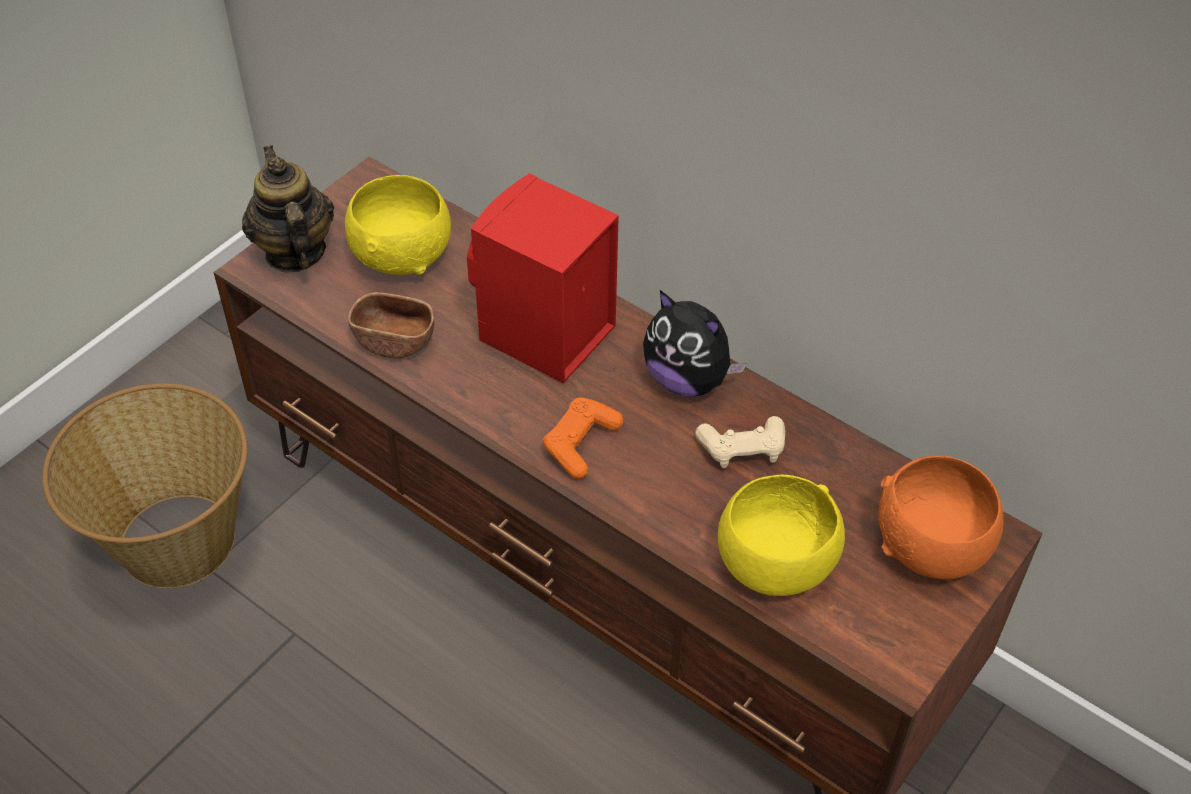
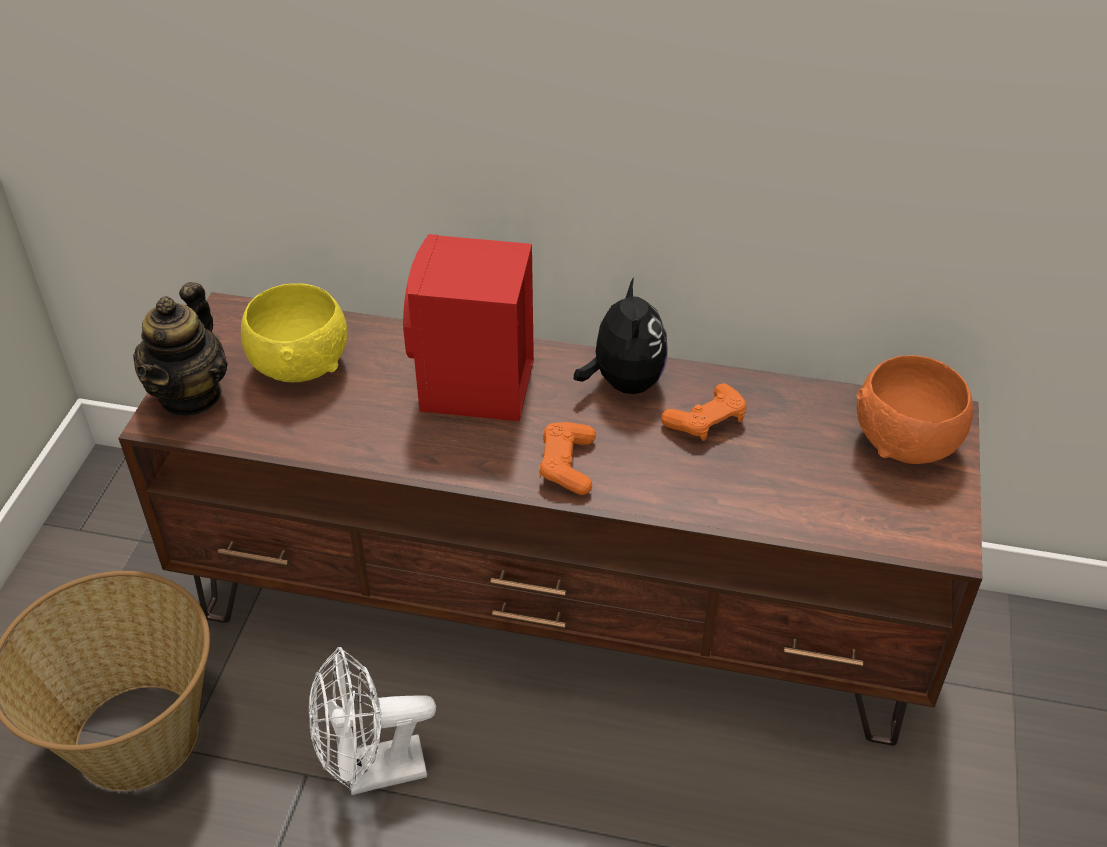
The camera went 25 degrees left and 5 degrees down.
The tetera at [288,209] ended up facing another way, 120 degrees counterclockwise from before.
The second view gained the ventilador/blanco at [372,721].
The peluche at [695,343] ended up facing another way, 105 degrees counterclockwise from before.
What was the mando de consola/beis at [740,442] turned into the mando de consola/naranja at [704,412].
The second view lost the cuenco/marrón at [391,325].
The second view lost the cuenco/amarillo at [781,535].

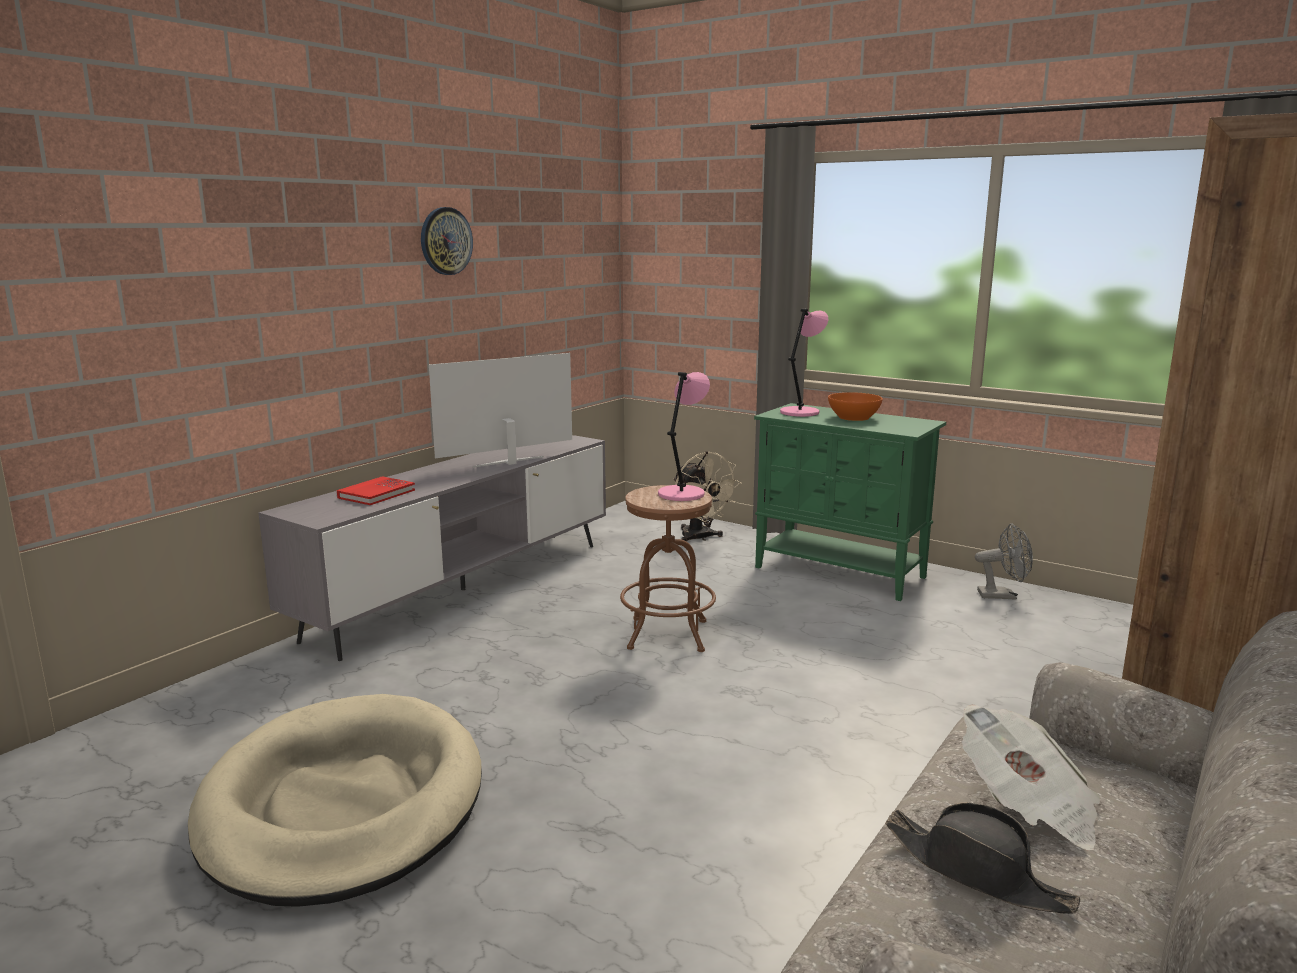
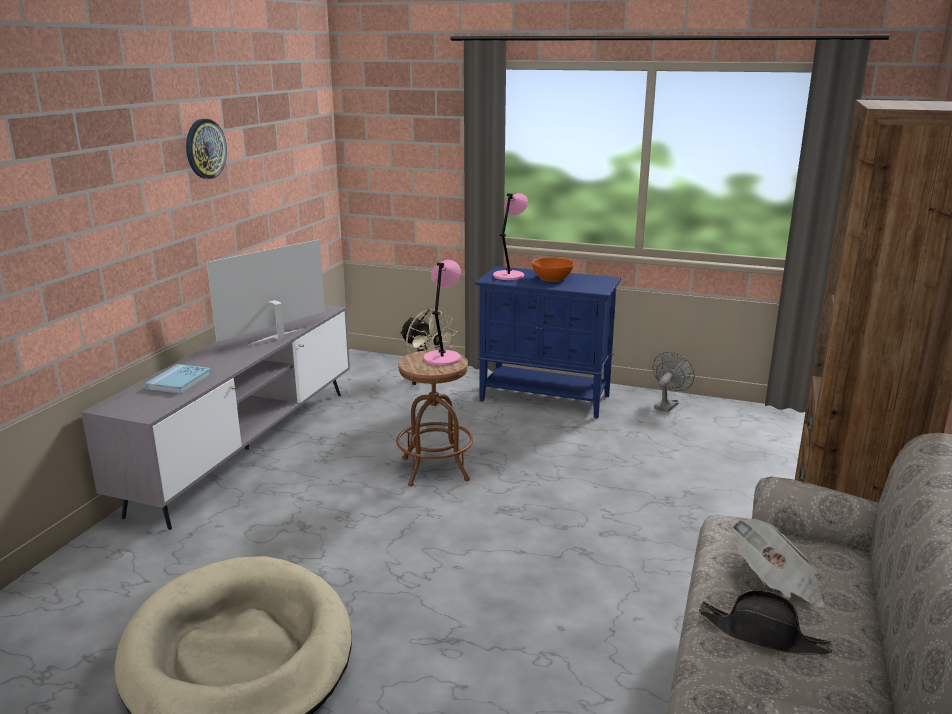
The camera went 15 degrees left and 5 degrees up.
What was the libro/rojo at [376,490] turned into the libro/azul at [178,379].
What was the armario/verde at [850,502] turned into the armario/azul at [548,342].
The ventilador/gris at [1004,561] ended up facing another way, 45 degrees counterclockwise from before.

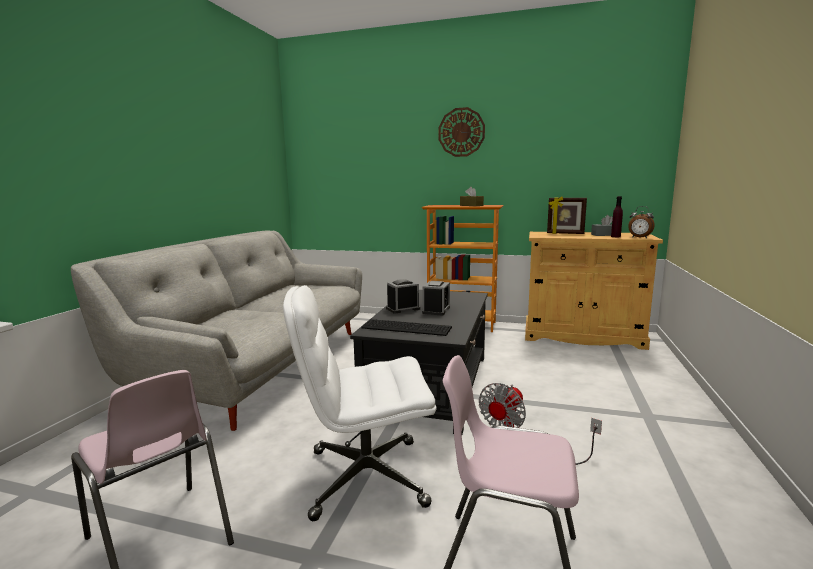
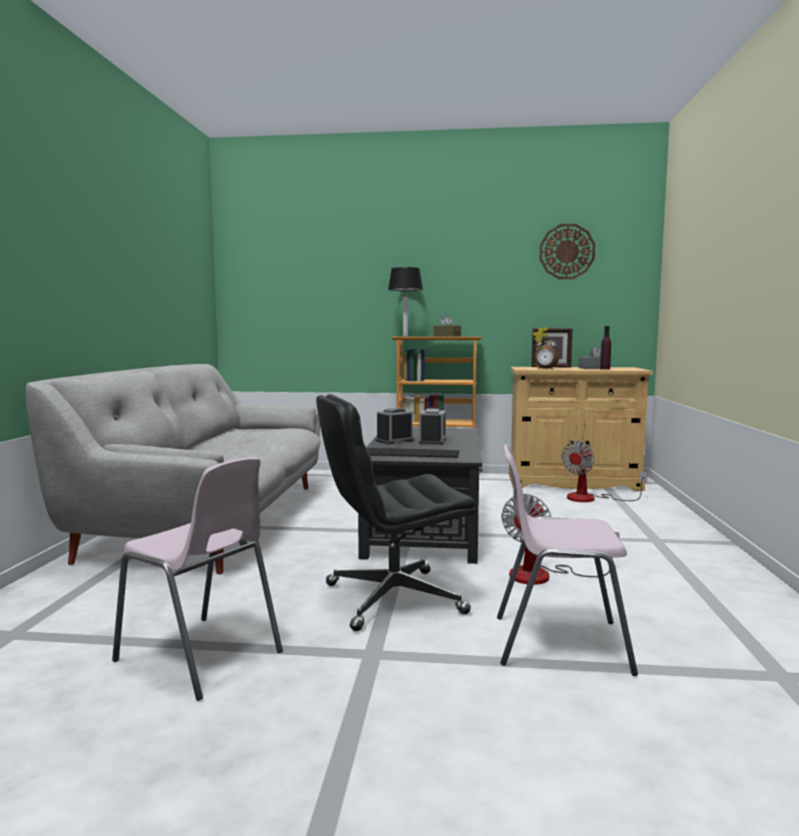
The camera went 10 degrees left and 5 degrees down.
What was the silla de oficina/blanco at [360,403] turned into the silla de oficina/negro at [396,512].
The second view gained the lámpara de mesa at [405,302].
The despertador ended up elsewhere, having gone from [641,222] to [547,352].
The reloj de pared ended up elsewhere, having gone from [462,132] to [567,251].
The second view gained the ventilador at [604,471].

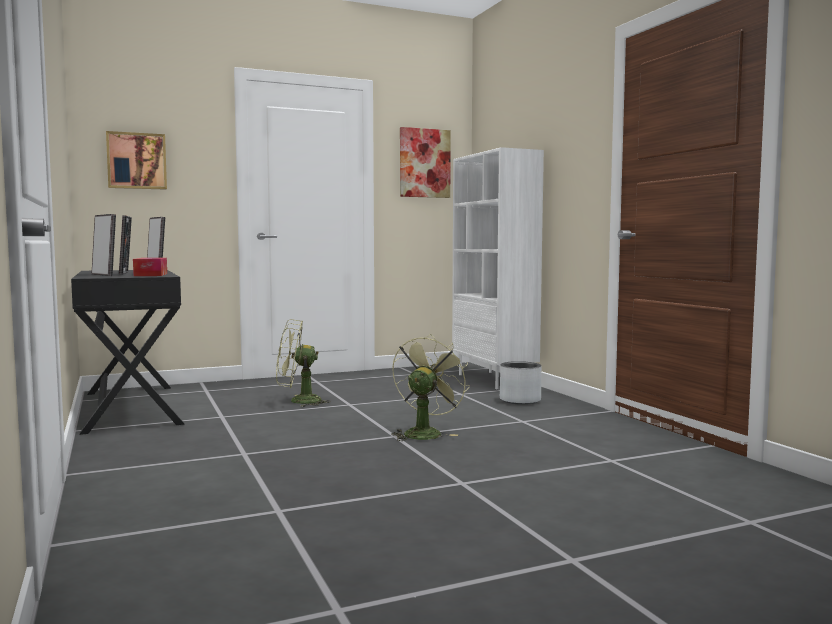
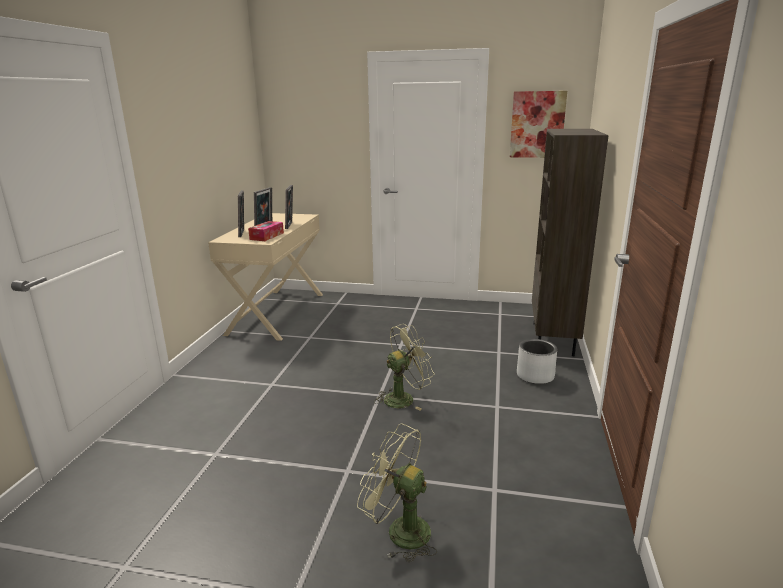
The camera went 35 degrees right and 15 degrees up.
What was the escritorio/negro at [128,352] turned into the escritorio/beis at [265,277].
The ventilador/verde ended up elsewhere, having gone from [303,363] to [397,493].
What was the estantería/blanco at [498,268] turned into the estantería/marrón at [570,242].
The second view lost the cuadro at [136,160].

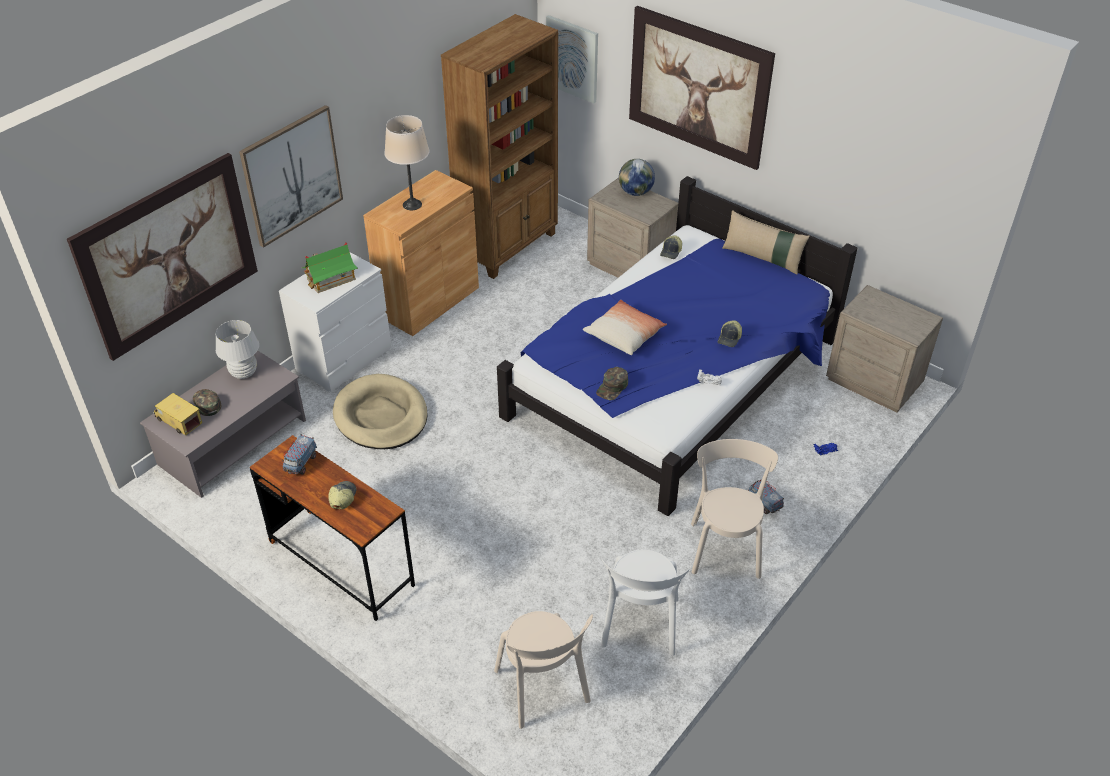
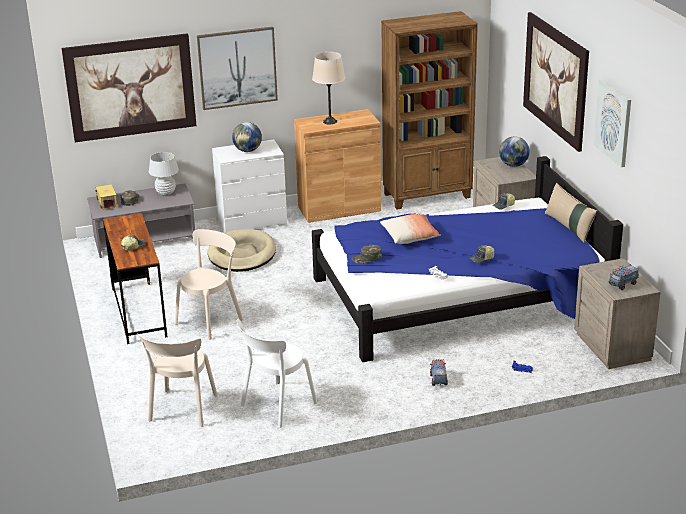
The camera went 35 degrees right and 15 degrees down.
The silla/beis ended up elsewhere, having gone from [734,509] to [209,284].
Where the casita stood at [330,267], the globo terráqueo came to stand at [247,137].
The cuadro ended up elsewhere, having gone from [572,59] to [612,123].
The camión de juguete ended up elsewhere, having gone from [299,454] to [624,277].

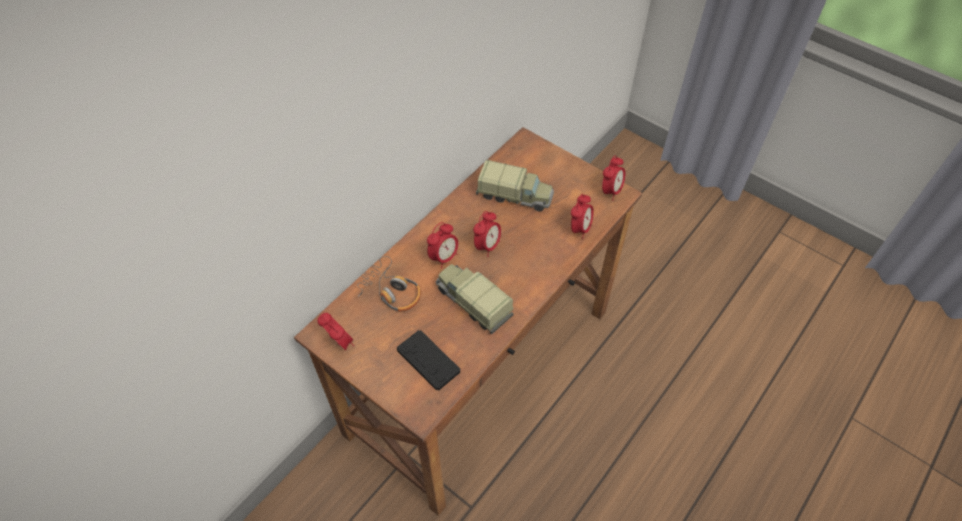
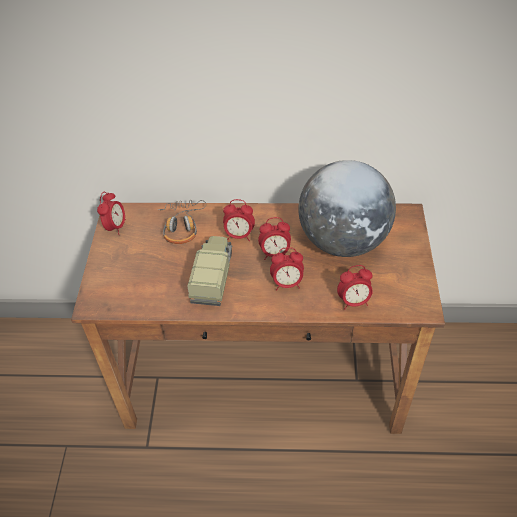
The camera went 55 degrees right and 5 degrees down.
The despertador ended up elsewhere, having gone from [614,178] to [287,268].
Where the camión de juguete stood at [515,185], the globo terráqueo came to stand at [347,208].
The second view lost the mando de consola/negro at [428,360].

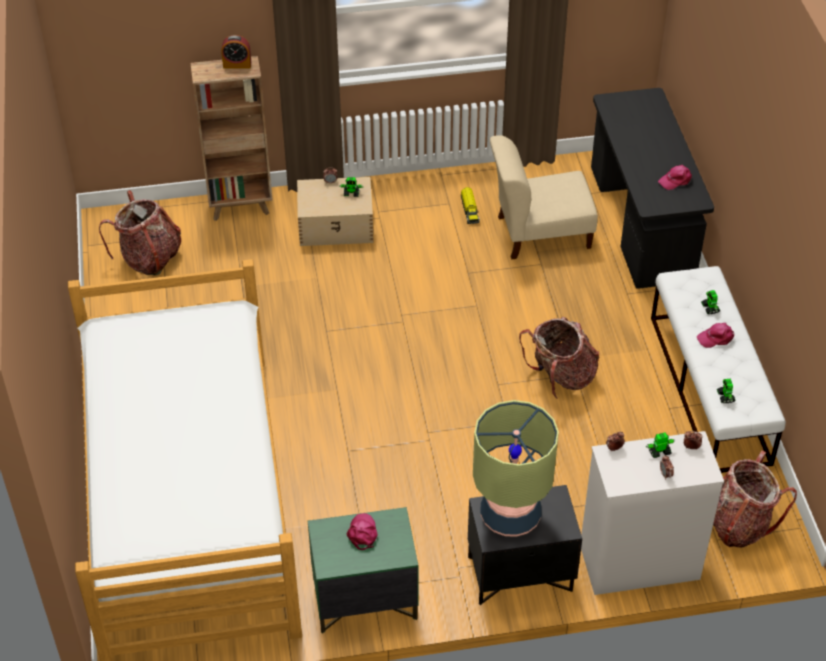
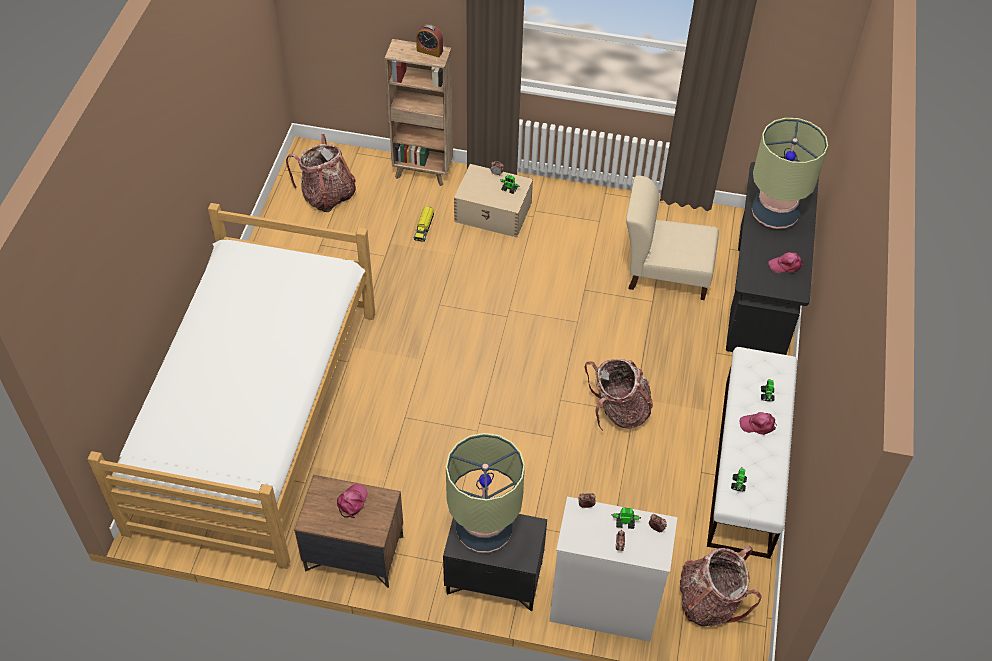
The camera went 20 degrees right and 5 degrees up.
What was the mesita de noche/verde at [363,570] turned into the mesita de noche/marrón at [348,531].
The camión de juguete ended up elsewhere, having gone from [470,205] to [424,224].
The second view gained the lámpara de mesa at [790,173].

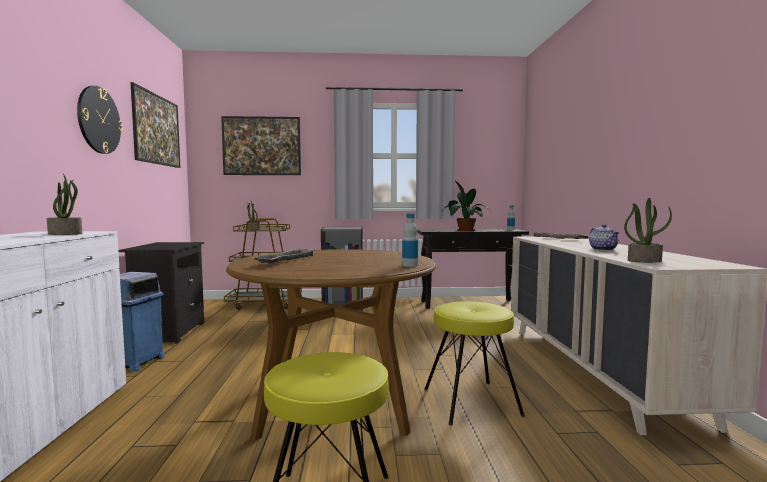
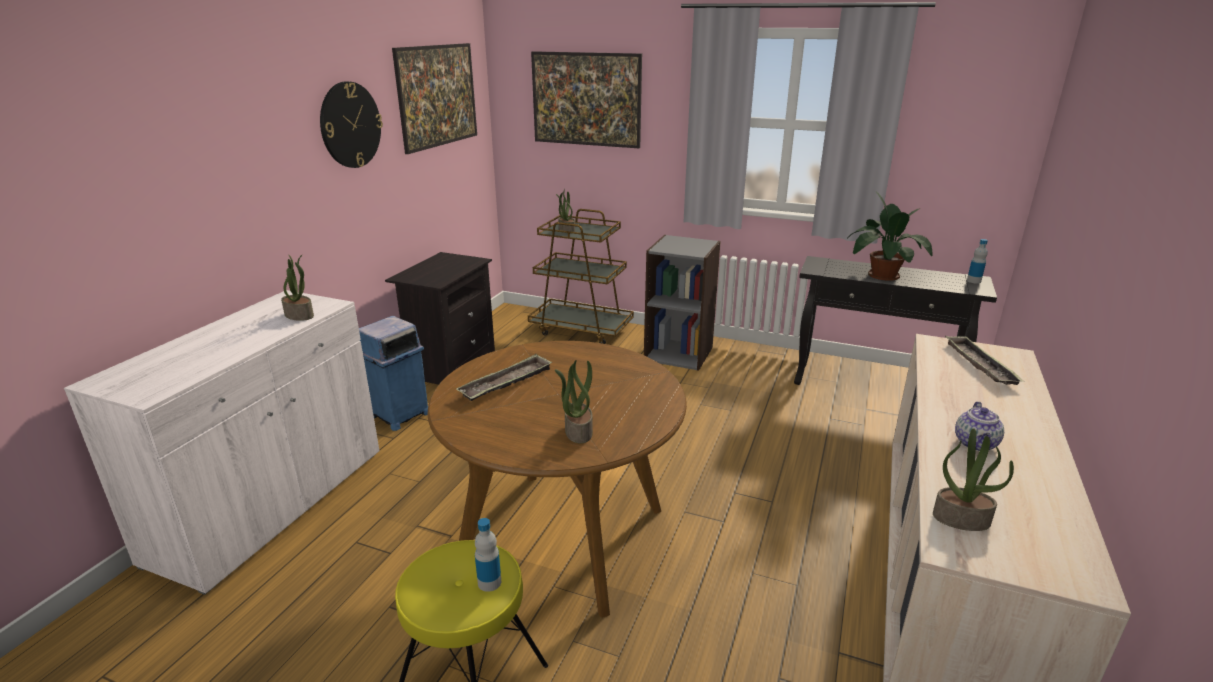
The camera went 25 degrees right and 20 degrees up.
The botella ended up elsewhere, having gone from [410,240] to [488,555].
The second view gained the planta en maceta at [574,402].
The second view lost the taburete/amarillo at [474,363].

